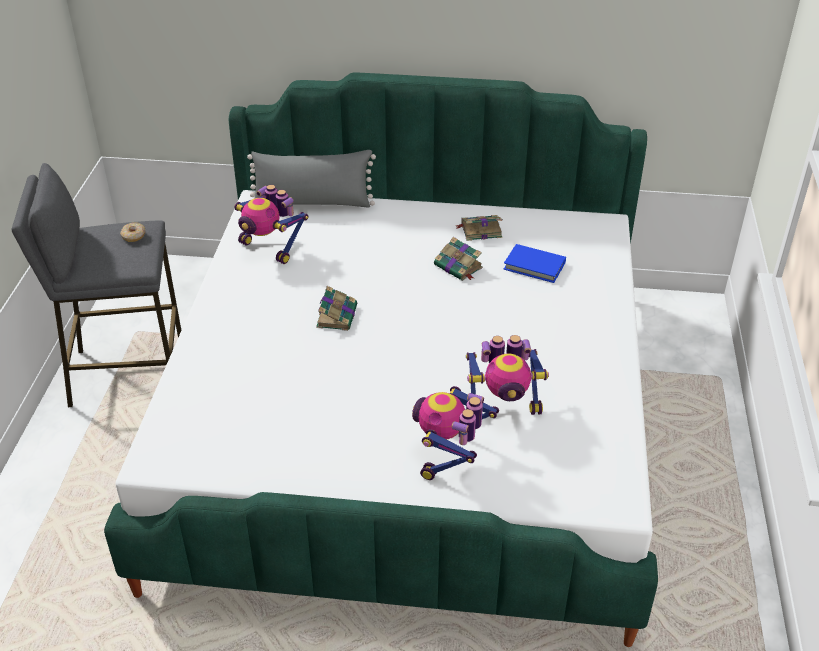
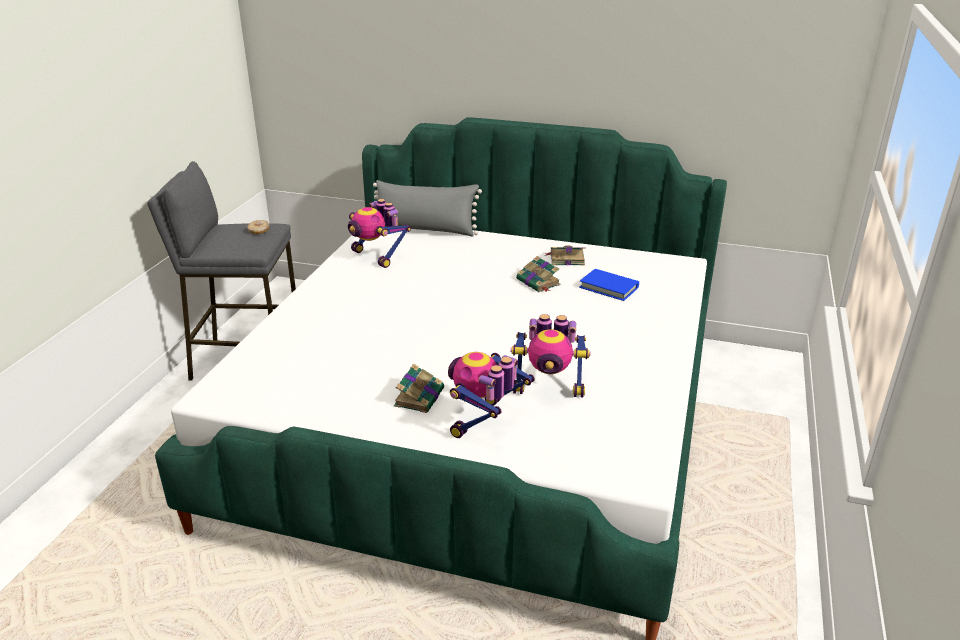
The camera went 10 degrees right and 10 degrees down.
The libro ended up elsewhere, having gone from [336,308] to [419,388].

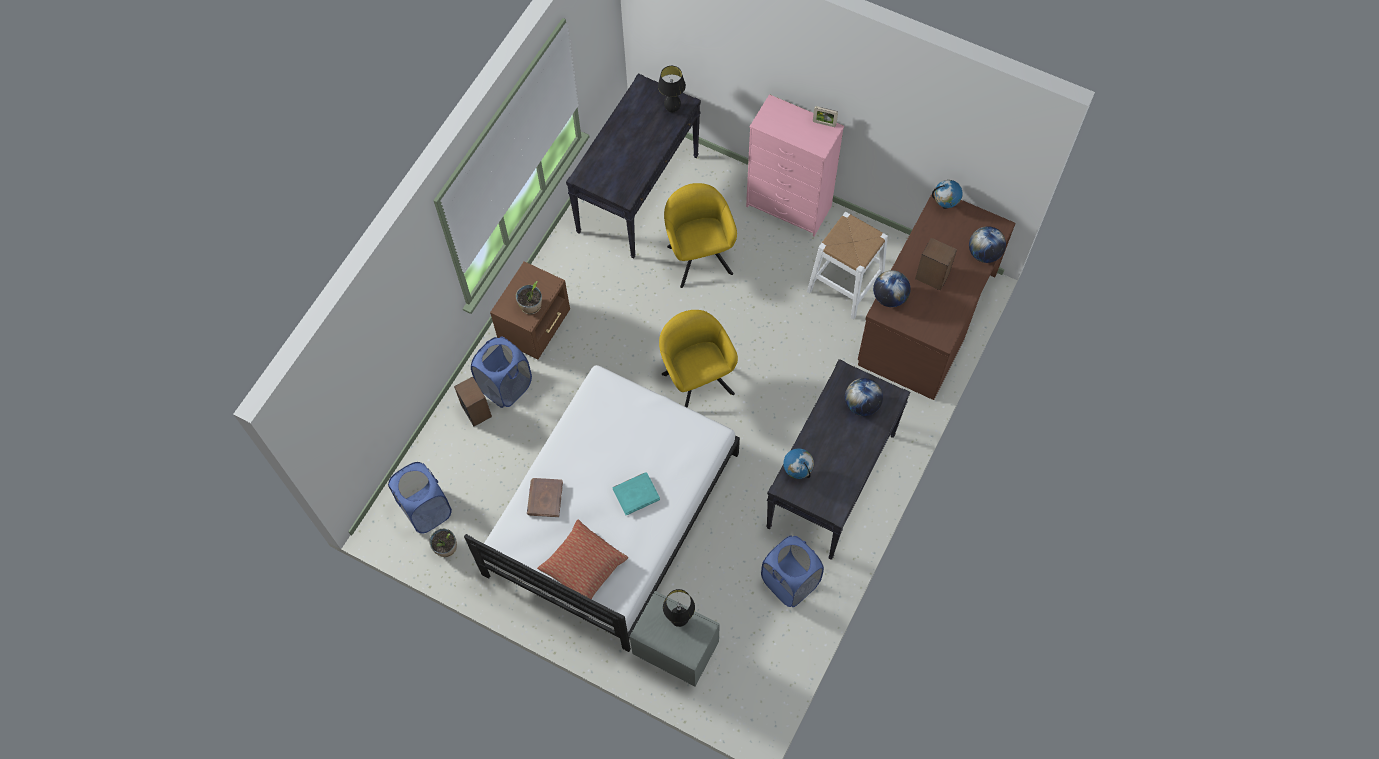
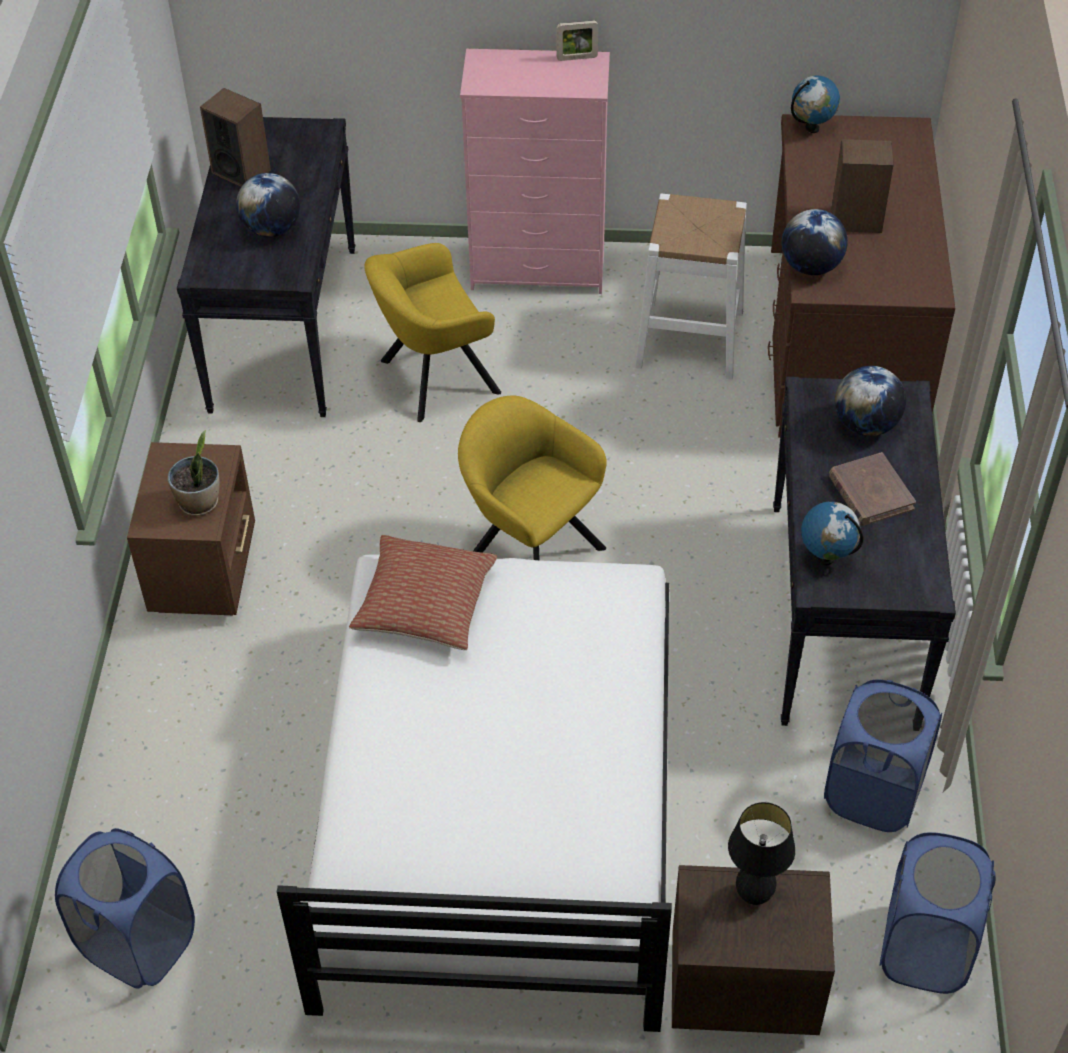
The camera went 25 degrees left and 15 degrees down.
The altavoz ended up elsewhere, having gone from [473,401] to [235,137].
The globo terráqueo ended up elsewhere, having gone from [987,244] to [268,205].
The cojín ended up elsewhere, having gone from [582,559] to [423,592].
The sillón/amarillo at [700,235] ended up facing another way, 75 degrees counterclockwise from before.
What was the mesita de noche/gris at [674,638] turned into the mesita de noche/marrón at [753,950].
The libro/marrón ended up elsewhere, having gone from [545,497] to [872,489].
The cesto de la ropa/azul ended up elsewhere, having gone from [501,372] to [937,913].
The second view lost the planta en maceta at [443,543].
The second view lost the libro/turquesa at [636,494].
The second view lost the lámpara de mesa/negro at [672,89].

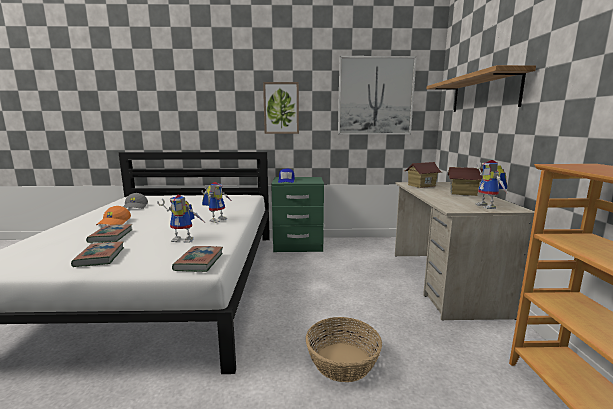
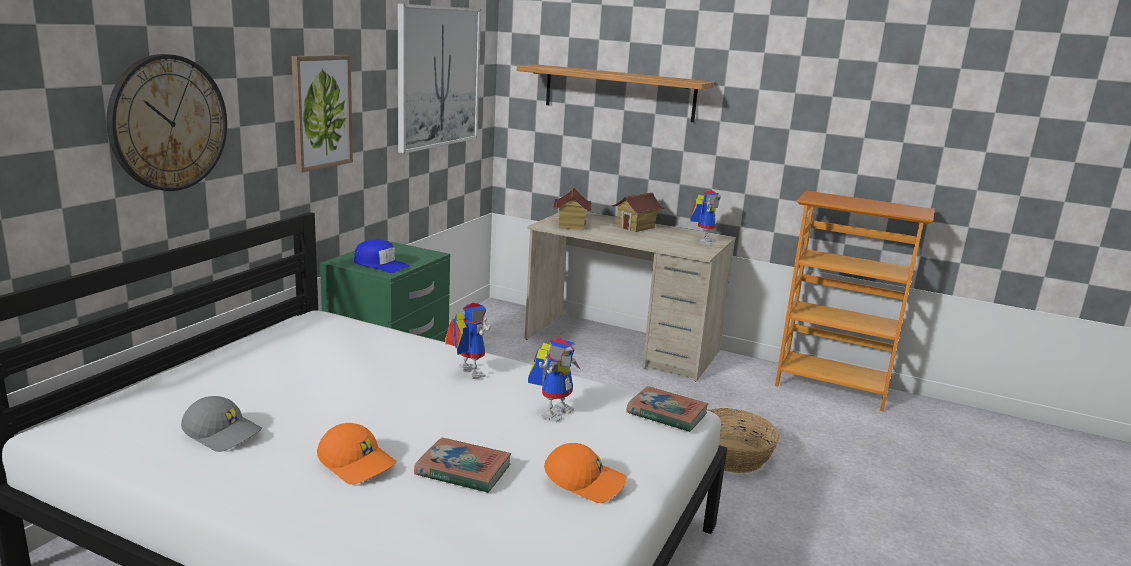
The camera went 65 degrees left and 5 degrees up.
The second view gained the reloj de pared at [167,122].
Where the libro stood at [97,254], the gorra/naranja came to stand at [585,473].
The robot de juguete at [491,184] ended up facing another way, 90 degrees counterclockwise from before.

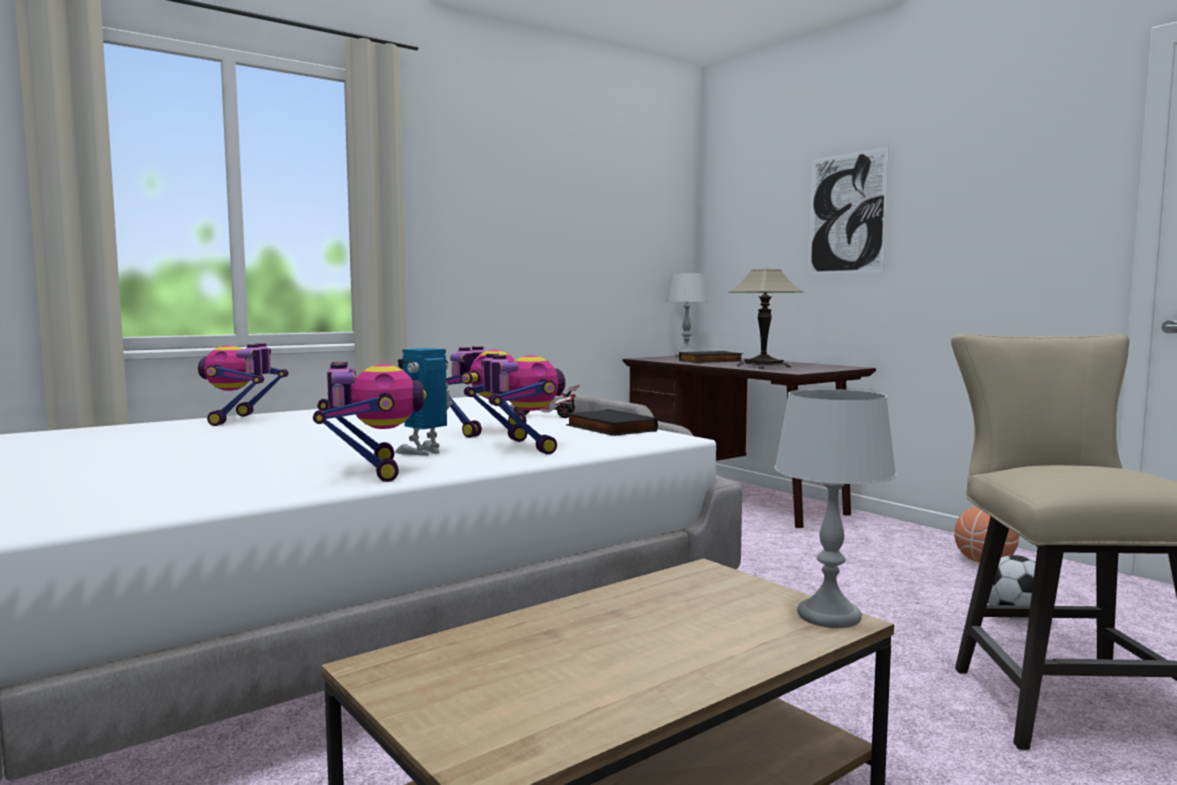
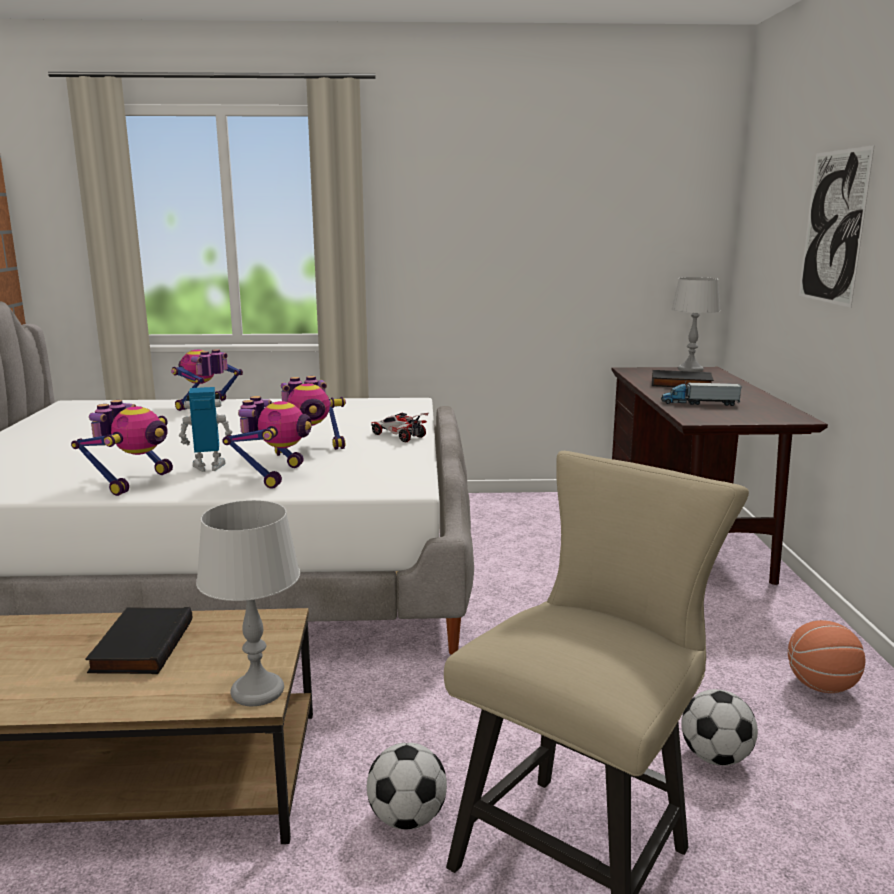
The camera went 35 degrees right and 10 degrees up.
The libro/negro ended up elsewhere, having gone from [612,422] to [138,640].
The second view gained the balón de fútbol at [407,786].
Where the lámpara de mesa stood at [765,318], the camión de juguete came to stand at [701,393].

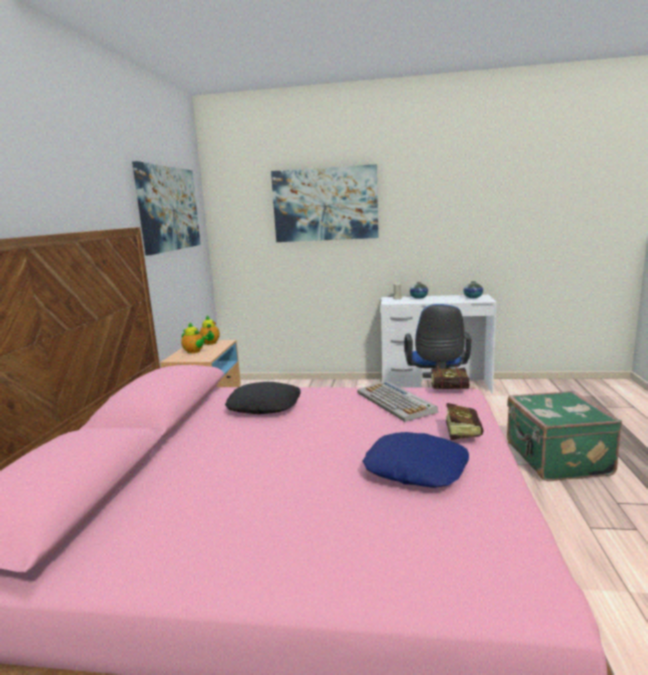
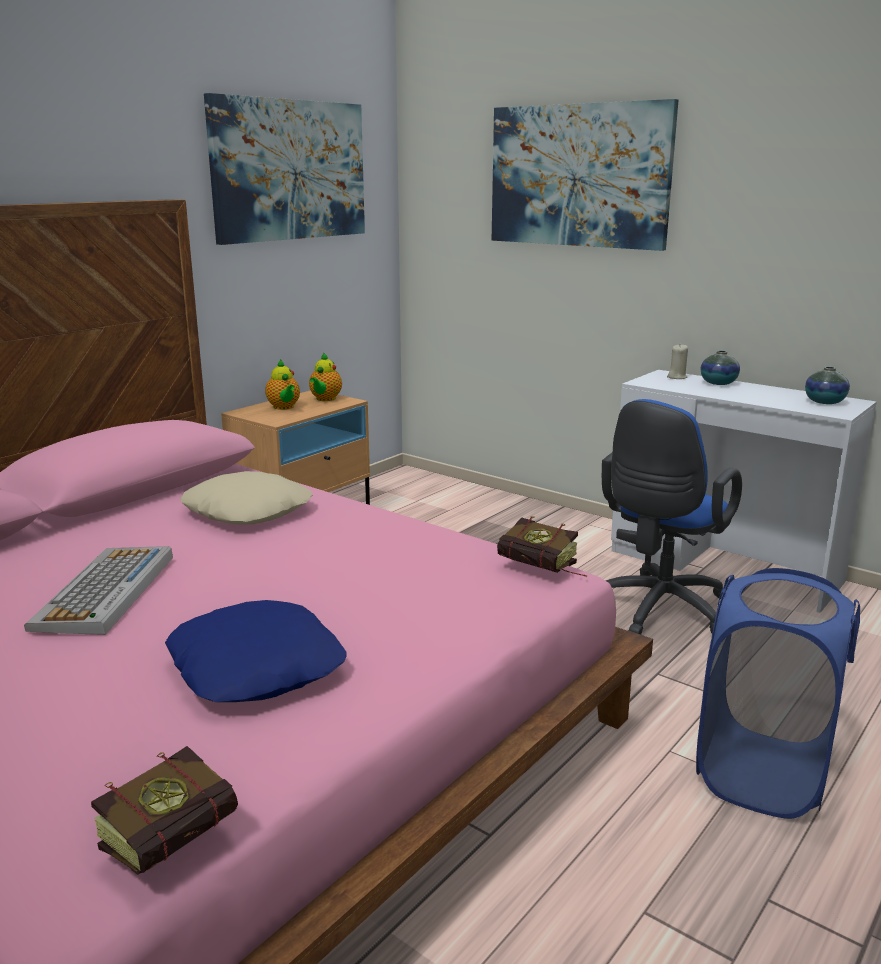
The camera went 30 degrees right and 5 degrees up.
The teclado ended up elsewhere, having gone from [397,401] to [98,590].
The libro ended up elsewhere, having gone from [464,421] to [164,810].
What was the cojín/negro at [263,398] turned into the cojín/beis at [246,498].
Where the maleta/verde stood at [564,436], the cesto de la ropa/azul came to stand at [778,693].

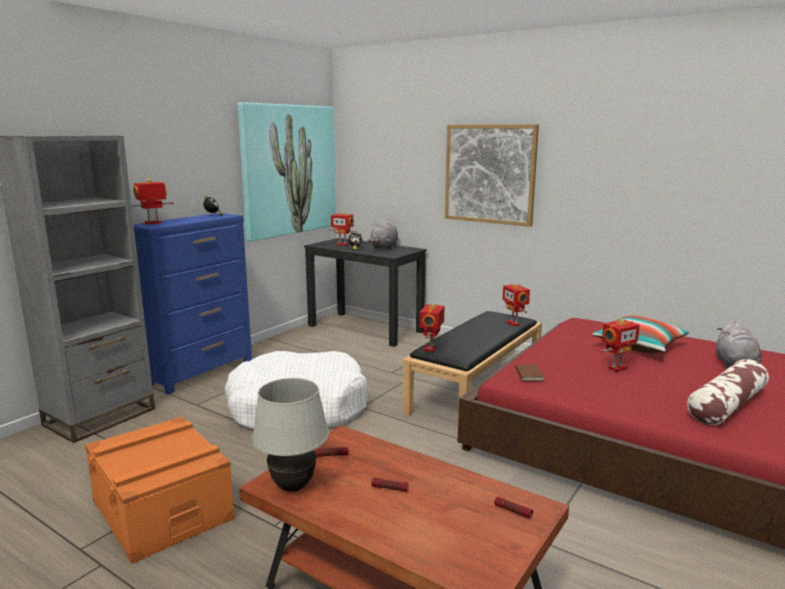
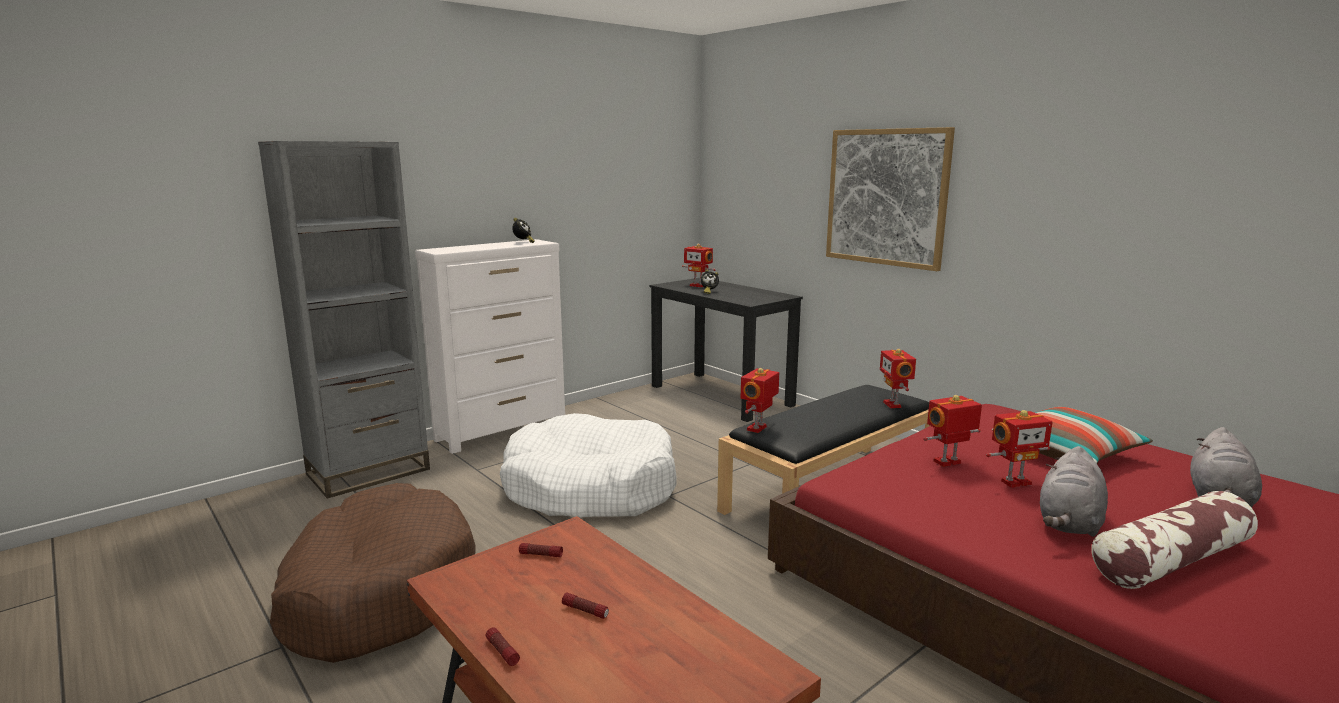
The camera went 15 degrees right and 0 degrees up.
Where the caja de almacenaje/naranja stood at [160,490], the cama para perro/marrón came to stand at [373,573].
What was the cómoda/azul at [193,304] turned into the cómoda/blanco at [490,346].
The linterna ended up elsewhere, having gone from [513,507] to [503,646].
The robot de juguete ended up elsewhere, having gone from [152,201] to [952,431].
The peluche/gris ended up elsewhere, having gone from [383,234] to [1074,491].
The second view lost the cuadro at [286,172].
The second view lost the lámpara de mesa/blanco at [290,435].
The second view lost the libro/marrón at [529,372].

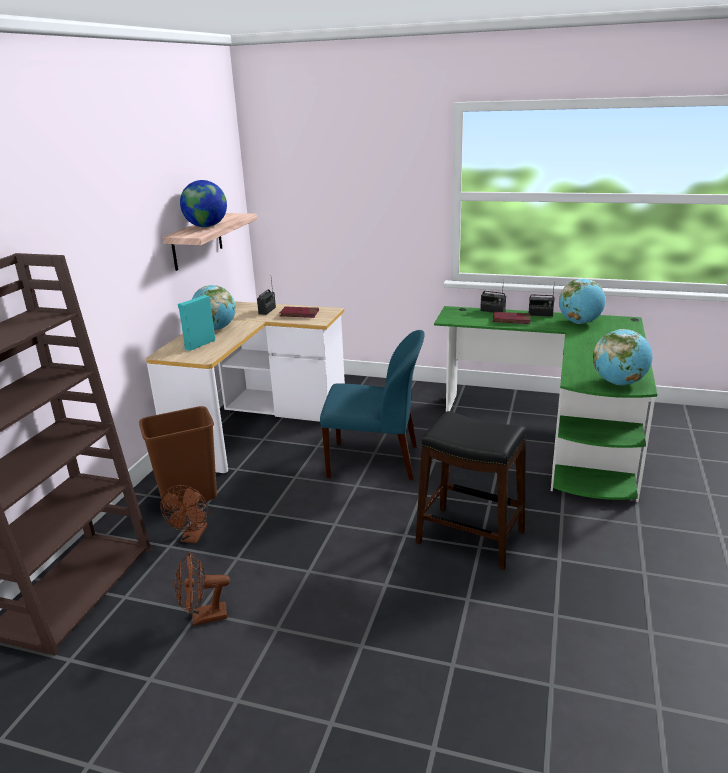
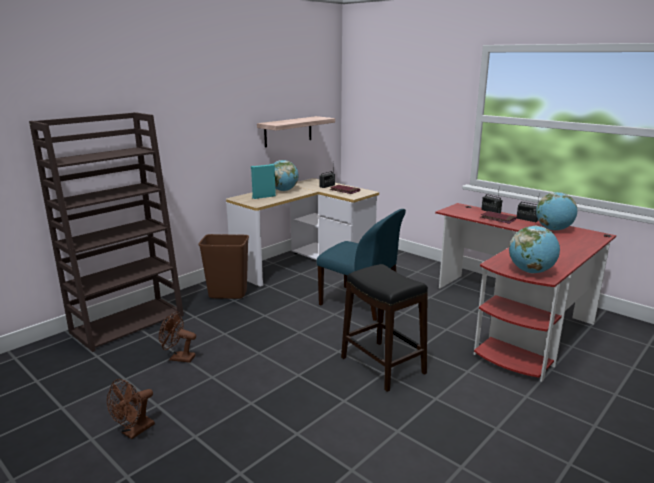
The camera went 25 degrees right and 5 degrees down.
The ventilador/marrón ended up elsewhere, having gone from [184,514] to [131,409].
What was the escritorio/verde at [545,404] turned into the escritorio/rojo at [525,292].
The second view lost the globo terráqueo at [203,203].

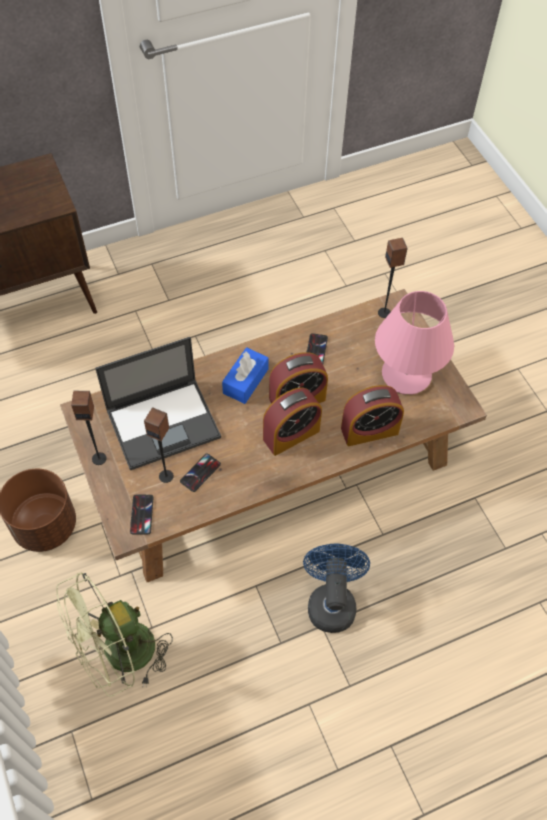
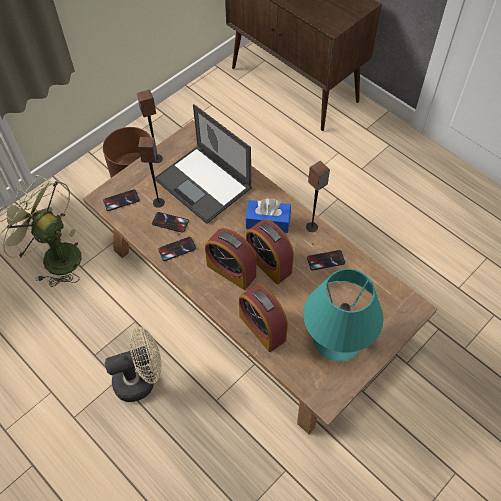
The camera went 70 degrees right and 0 degrees up.
What was the ventilador/azul at [336,588] turned into the ventilador/beis at [133,364].
The second view gained the móvil at [177,249].
What was the lámpara de mesa/rosa at [414,343] turned into the lámpara de mesa/turquesa at [343,315].
The altavoz ended up elsewhere, having gone from [393,278] to [318,196].

